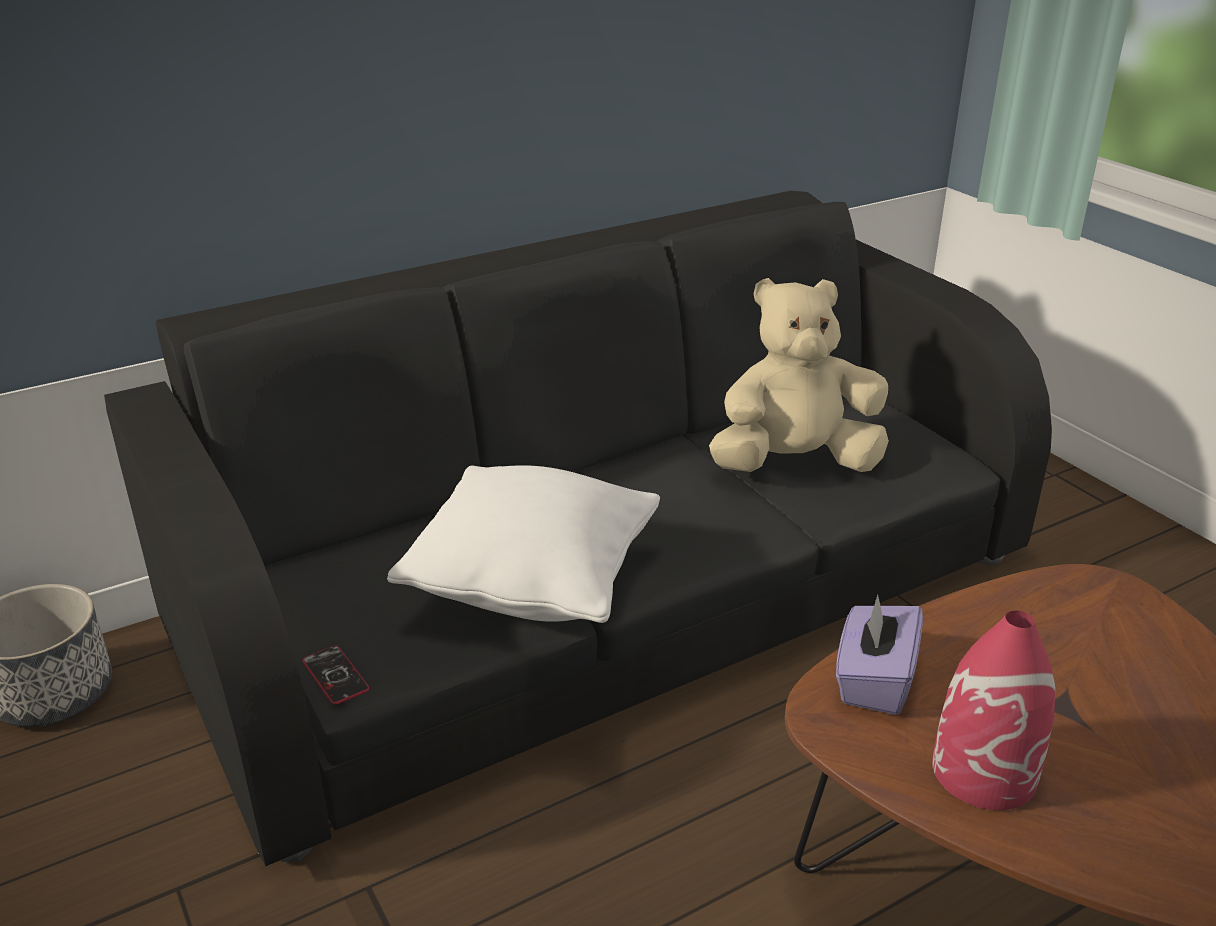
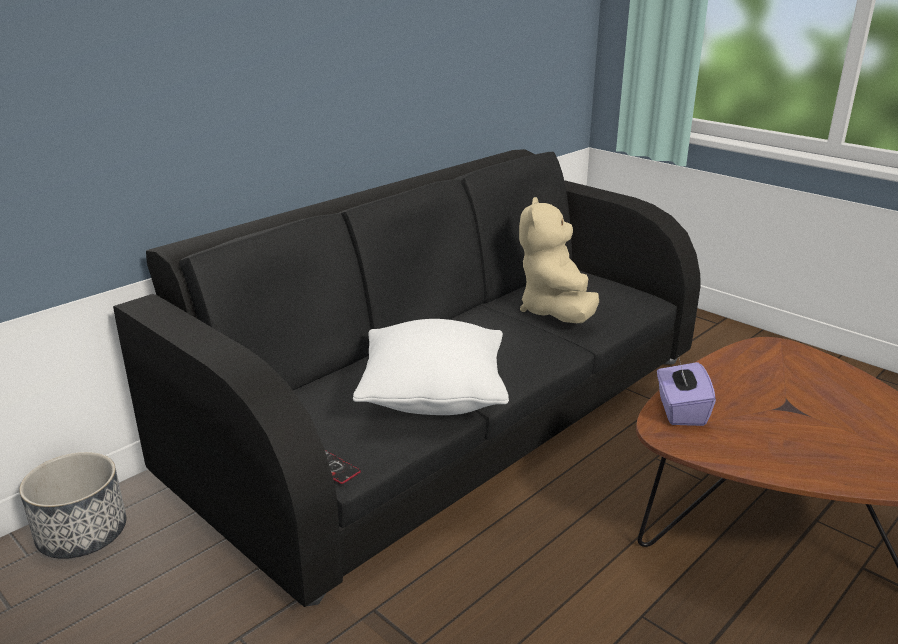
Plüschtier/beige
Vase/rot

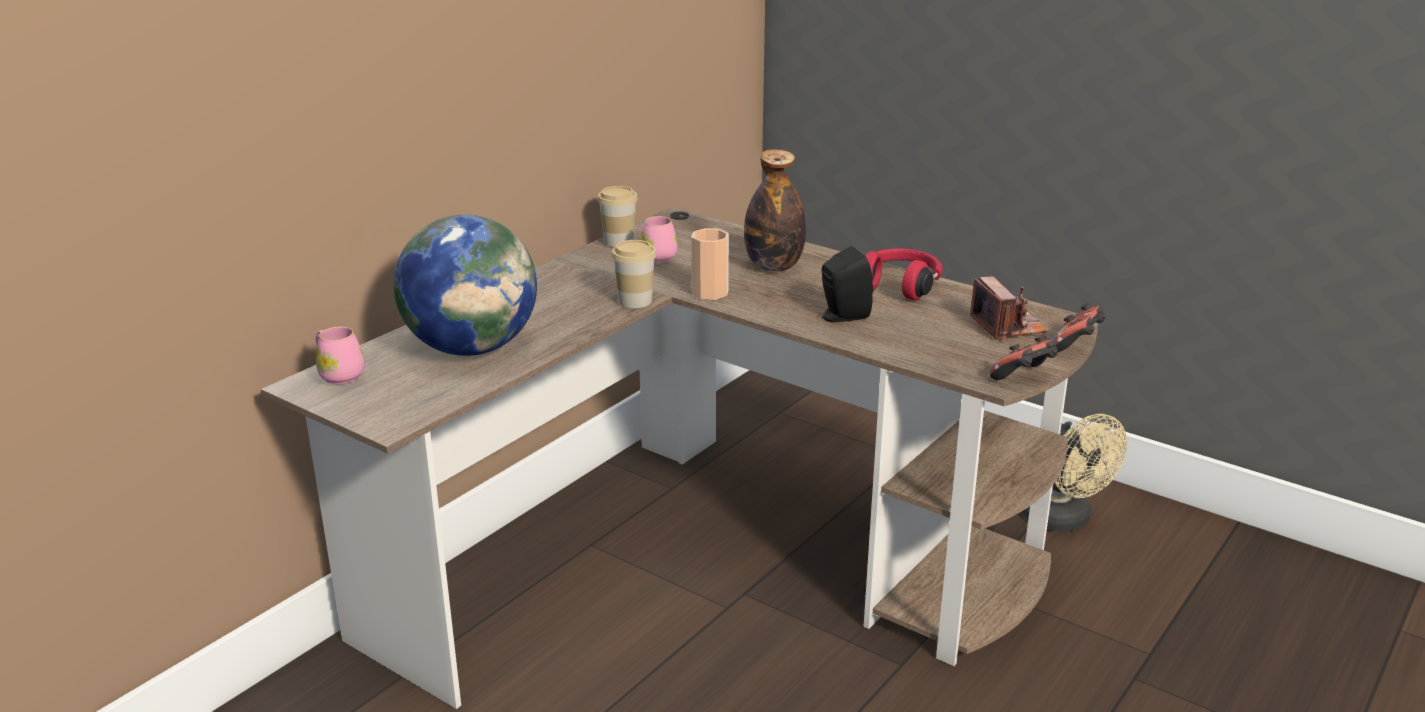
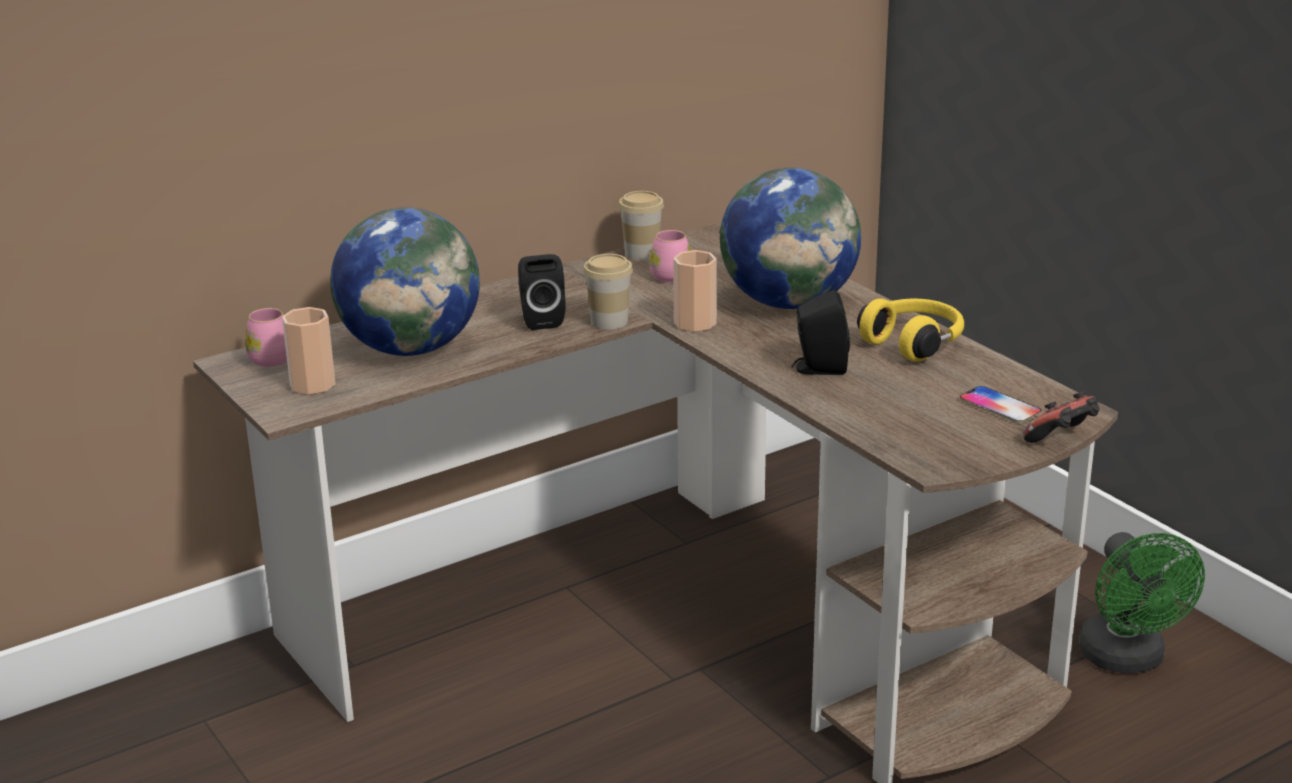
Tasse (1st from left)
Lautsprecher/schwarz (1st from left)
Globus (2nd from left)
Kopfhörer/gelb
Handy
Ventilator/grün
Gamepad (1st from left in the first image)

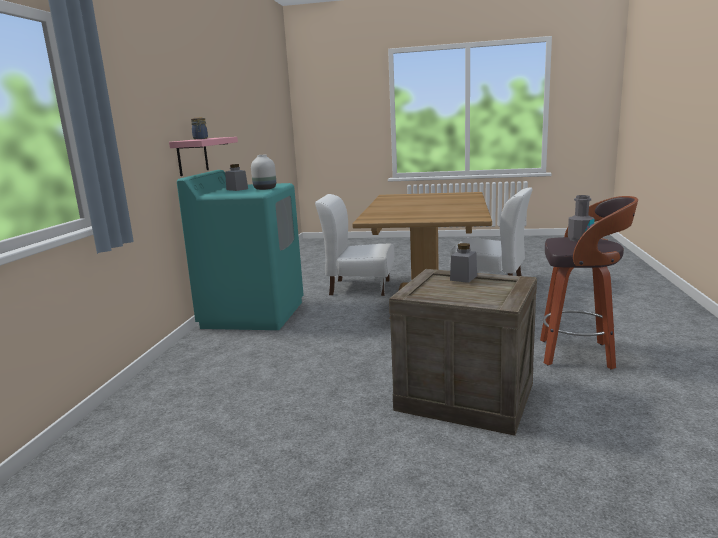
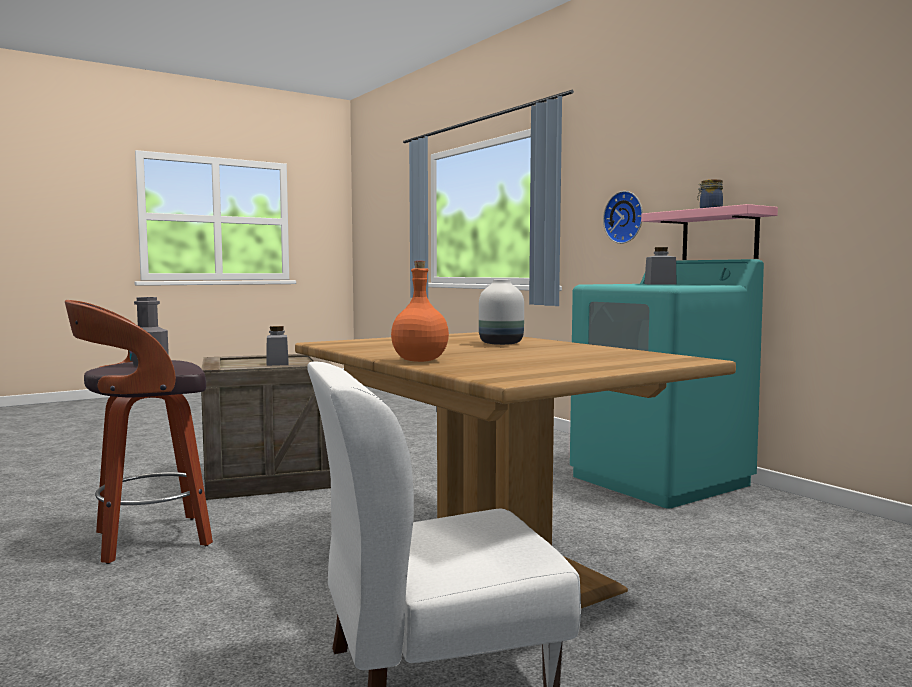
Flasche/orange
Vase/weiß
Wanduhr
Stuhl/weiß (1st from left in the first image)

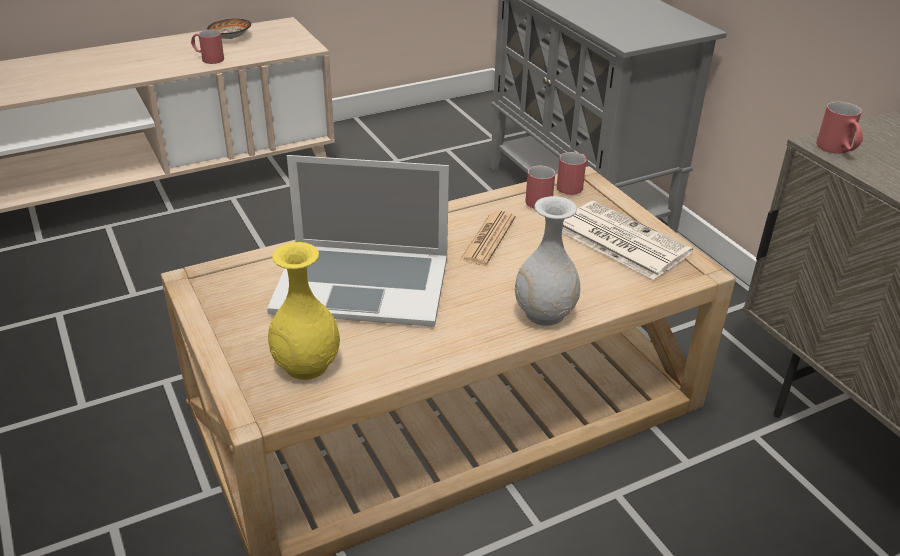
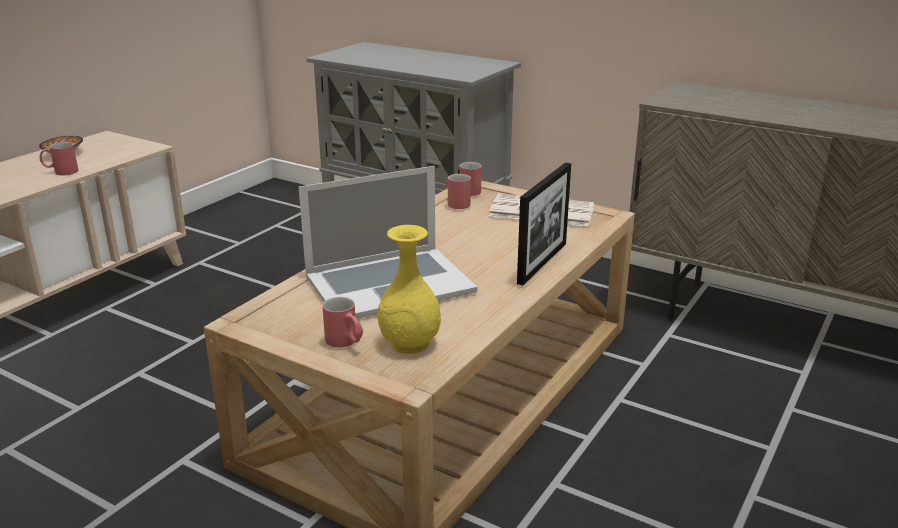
Henkelbecher/rot (2nd from left)
Bilderrahmen
Zeitung (1st from left in the first image)

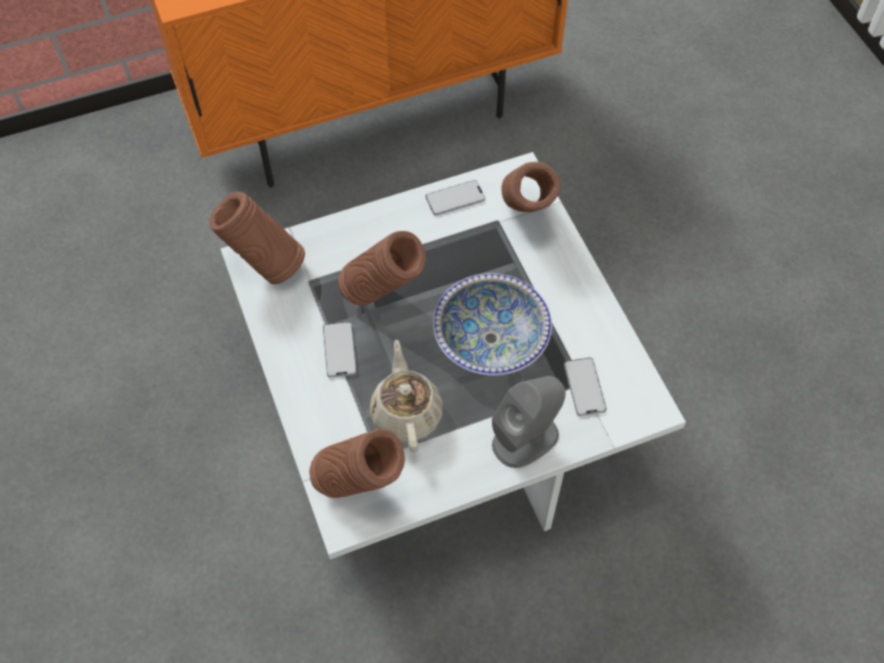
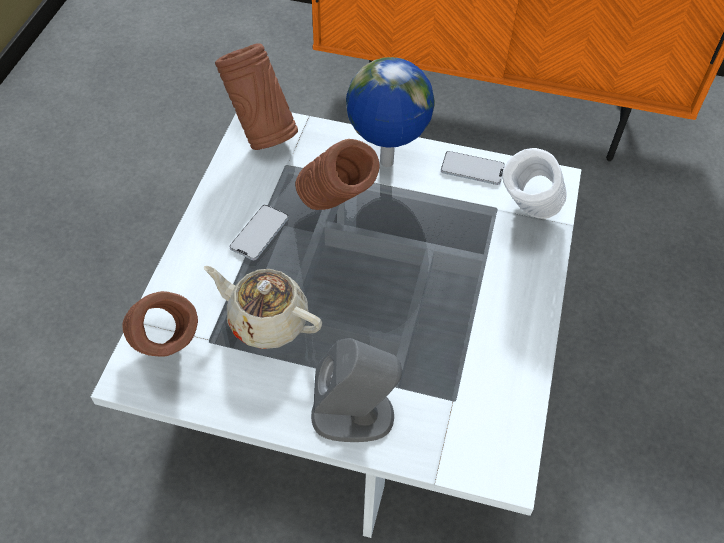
Teekanne/beige
Globus
Vase/weiß
Schüssel
Handy (3rd from left in the first image)

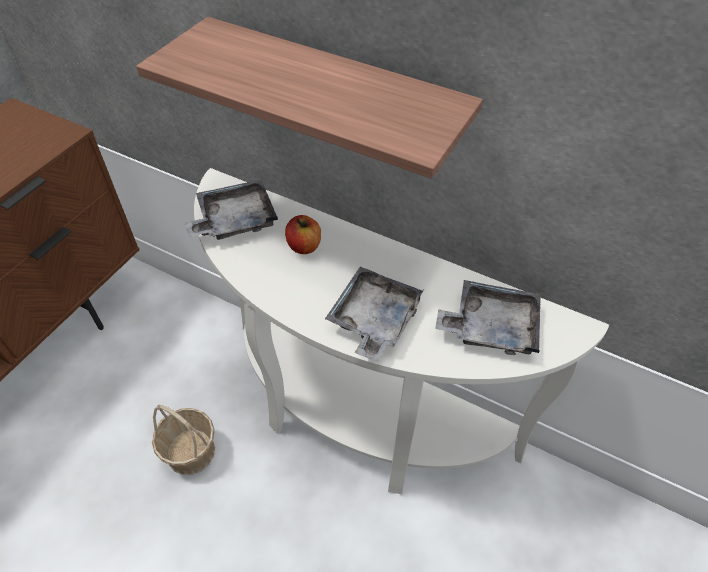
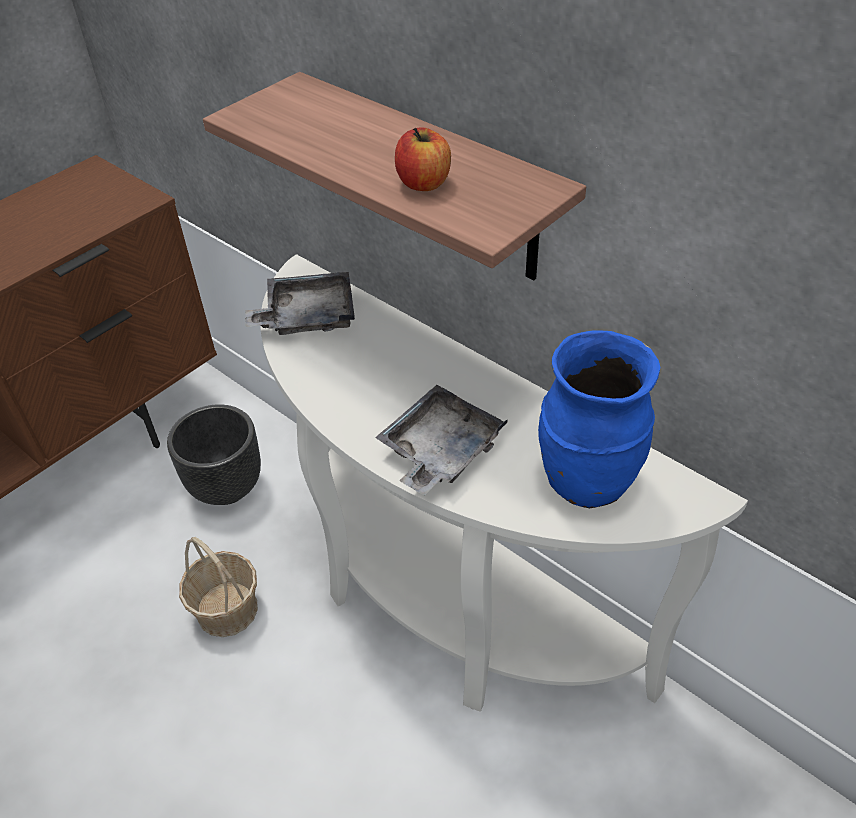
Pflanzkübel/schwarz
Apfel
Vase/blau

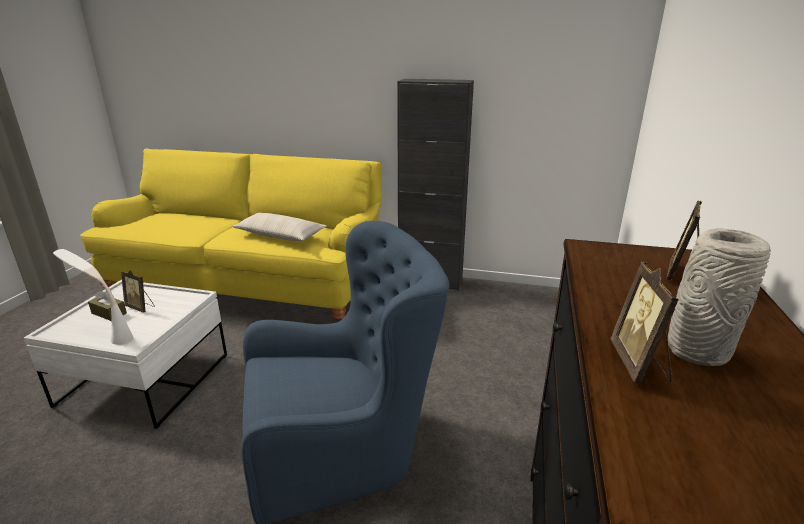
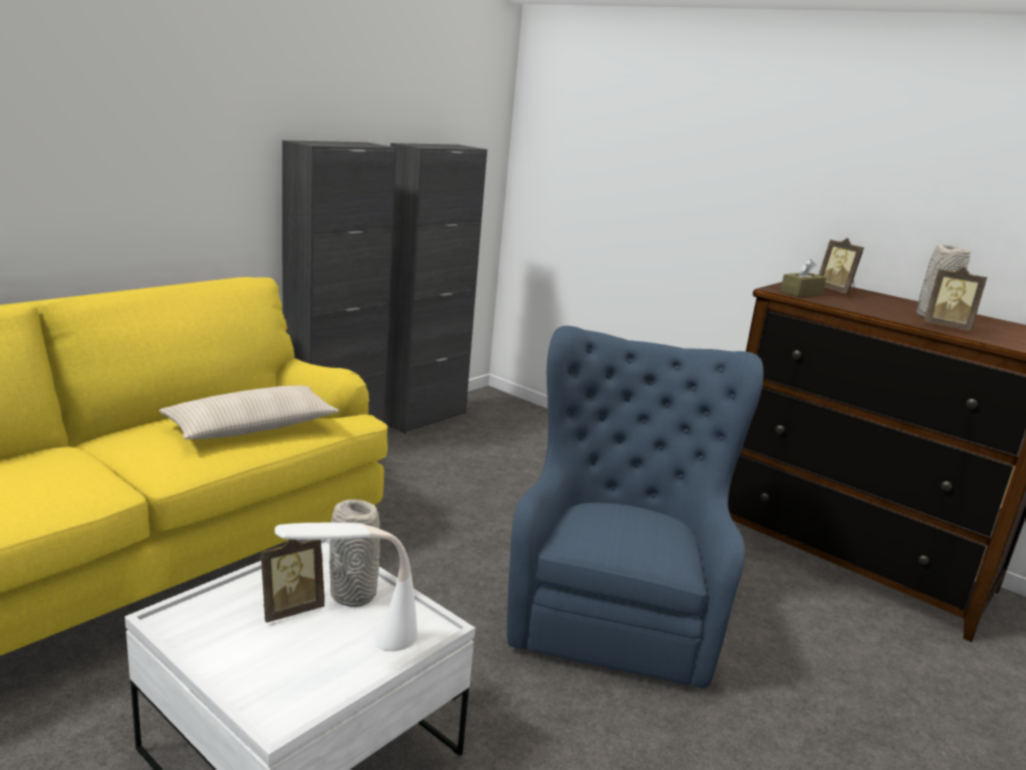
Vase/grau (1st from left)
Schrank/schwarz (2nd from left)
Taschentuchbox/braun

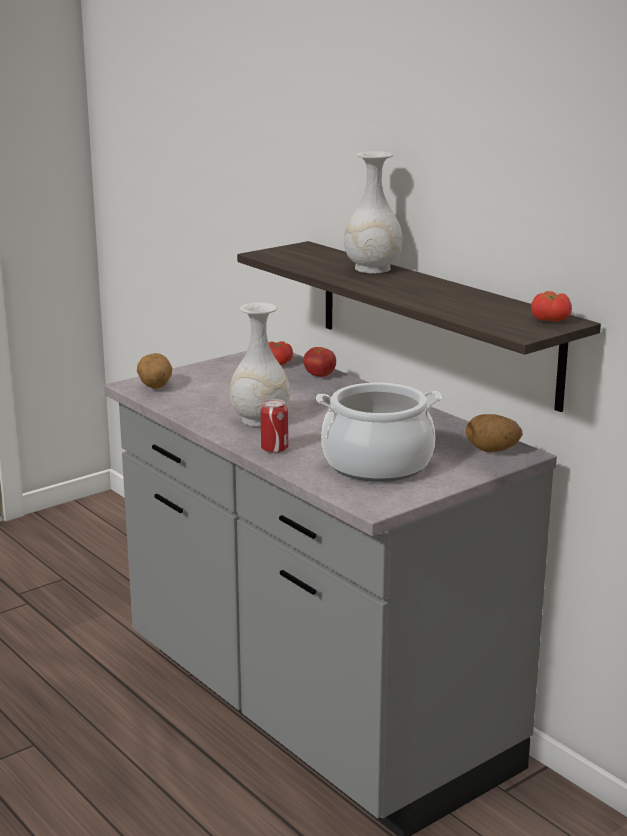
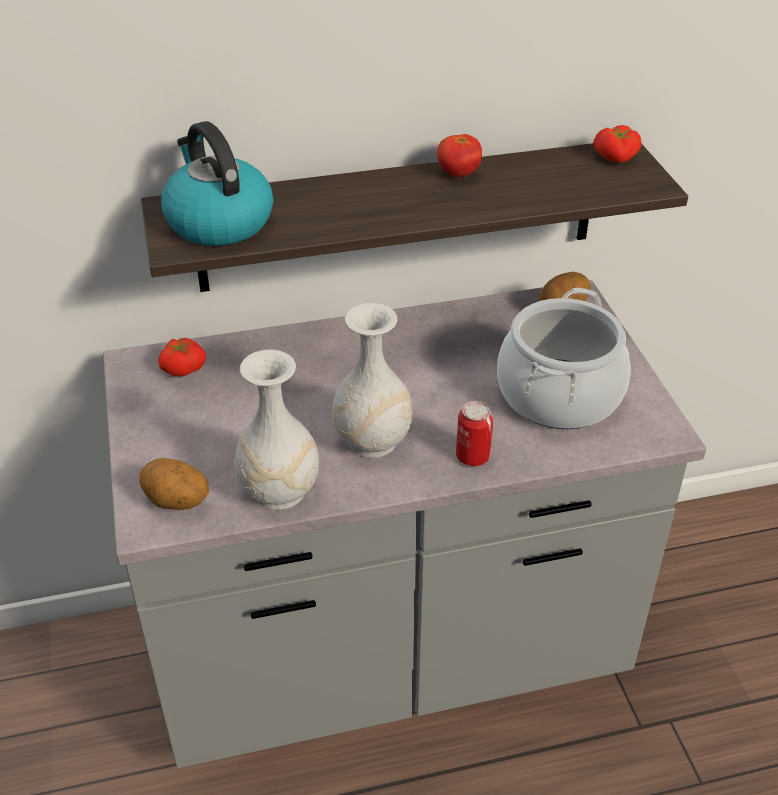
Wasserkessel
Vase/weiß (1st from left)
Tomate (2nd from left)

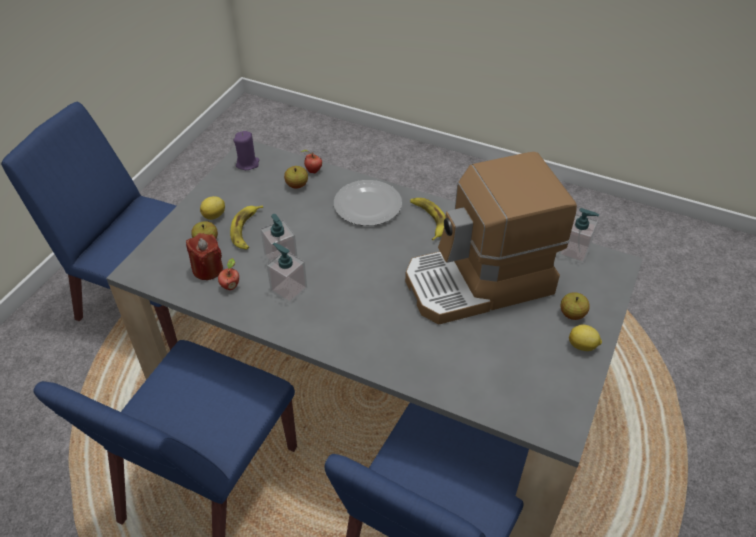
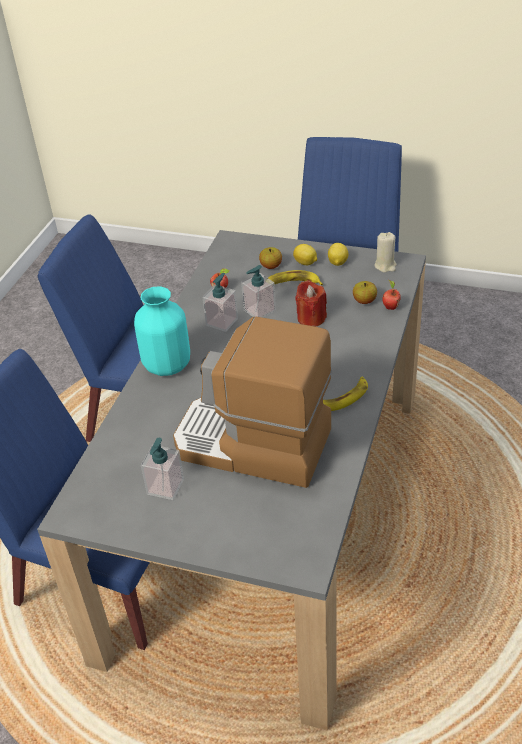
Vase/türkis
Seifenspender (1st from left)
Kaffeemaschine
Kerze/rot
Zitrone (2nd from left)
Kerze/beige
Teller
Apfel (5th from left in the first image)

